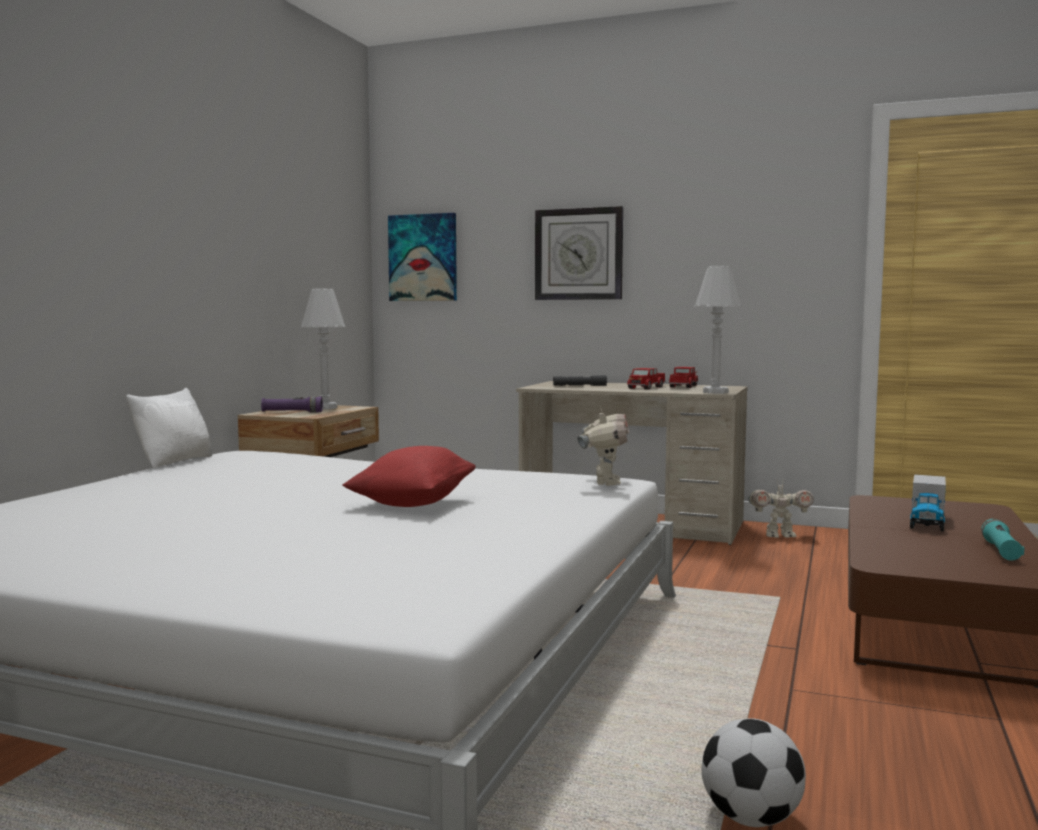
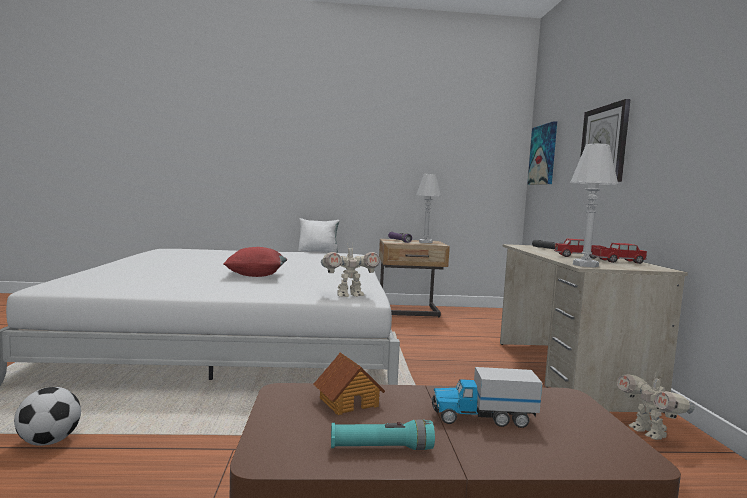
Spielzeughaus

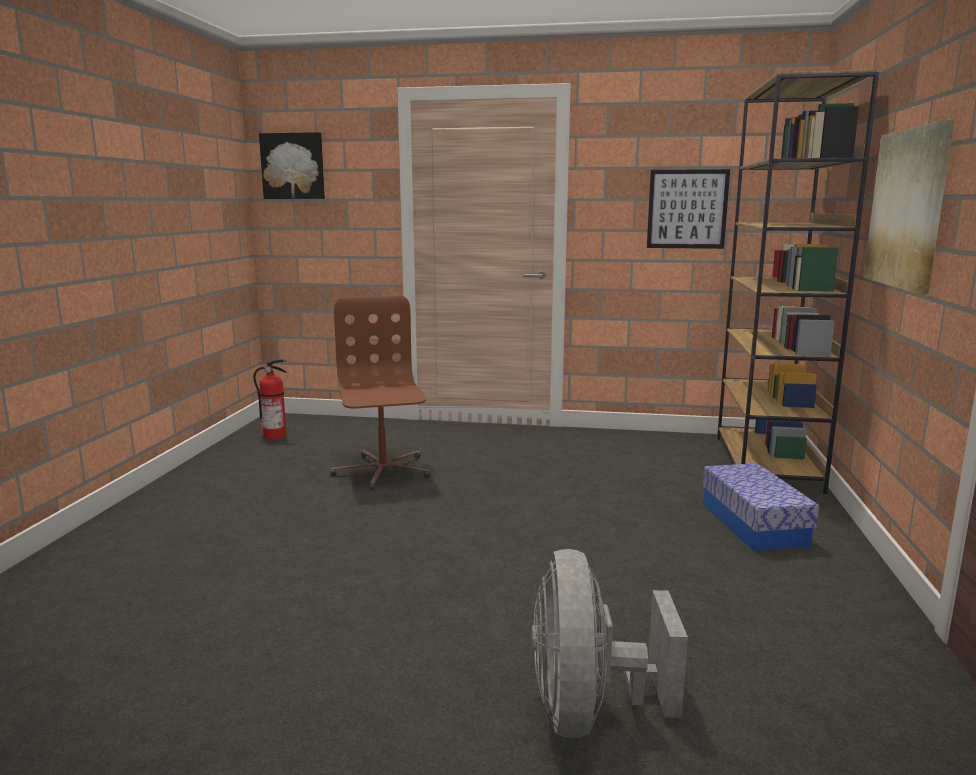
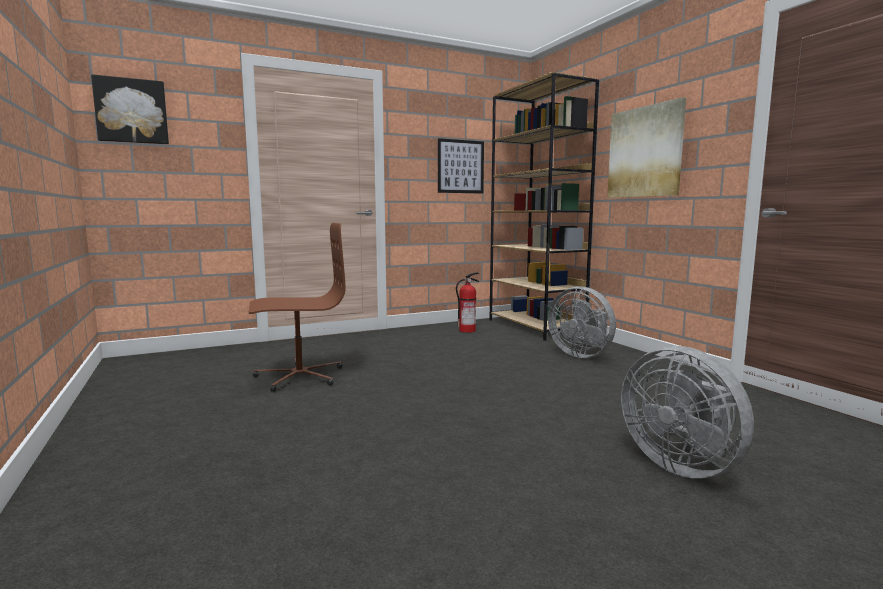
Bürostuhl/braun
Feuerlöscher
Ventilator/grau (1st from left)

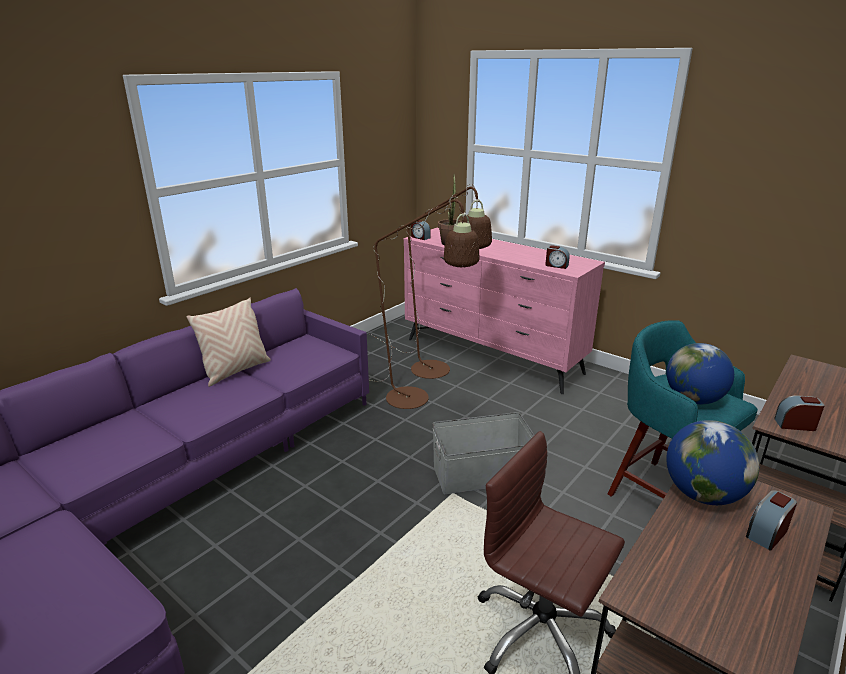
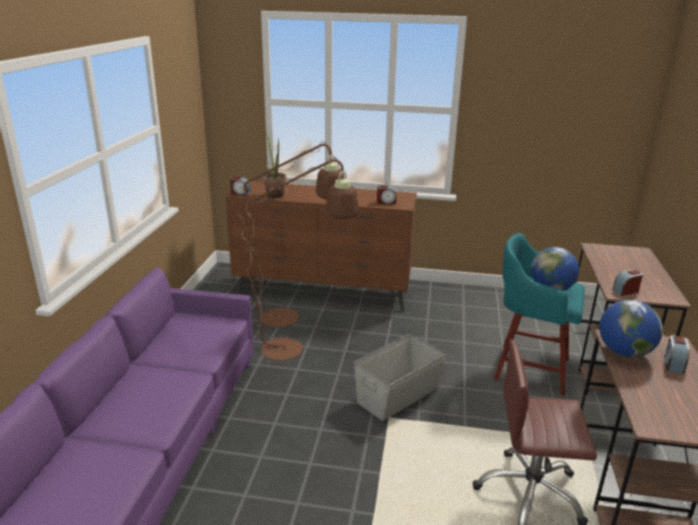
Kommode/braun
Kissen/beige

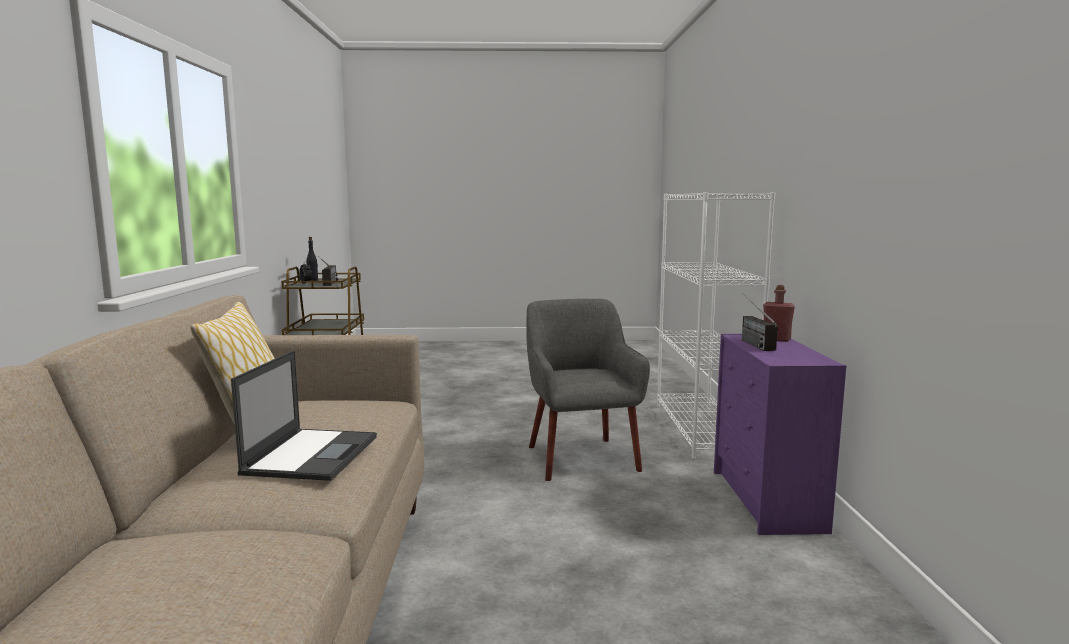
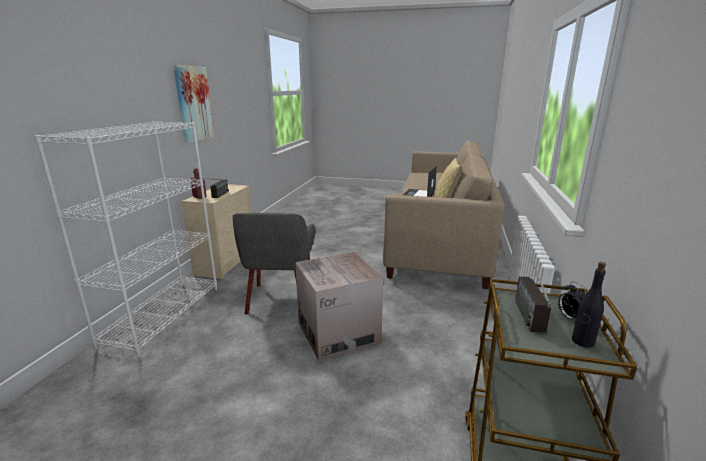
Bild
Kommode/beige
Karton

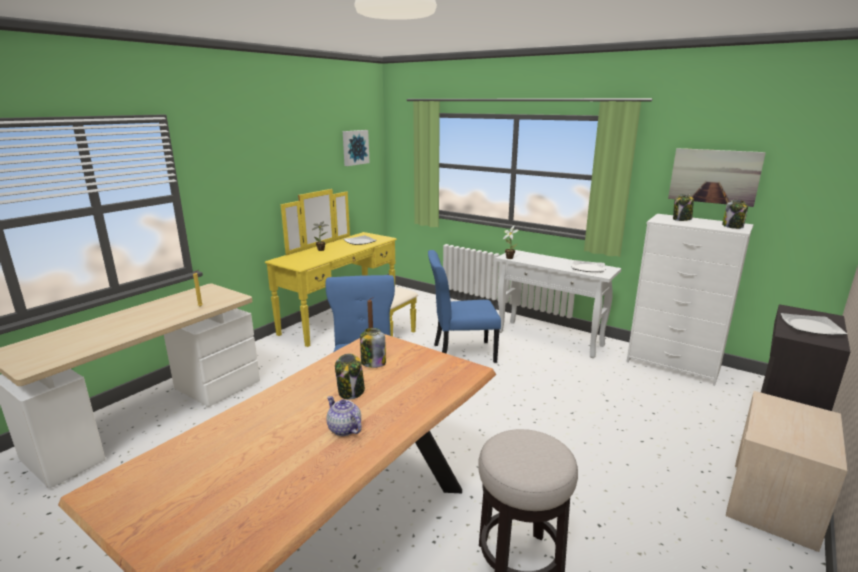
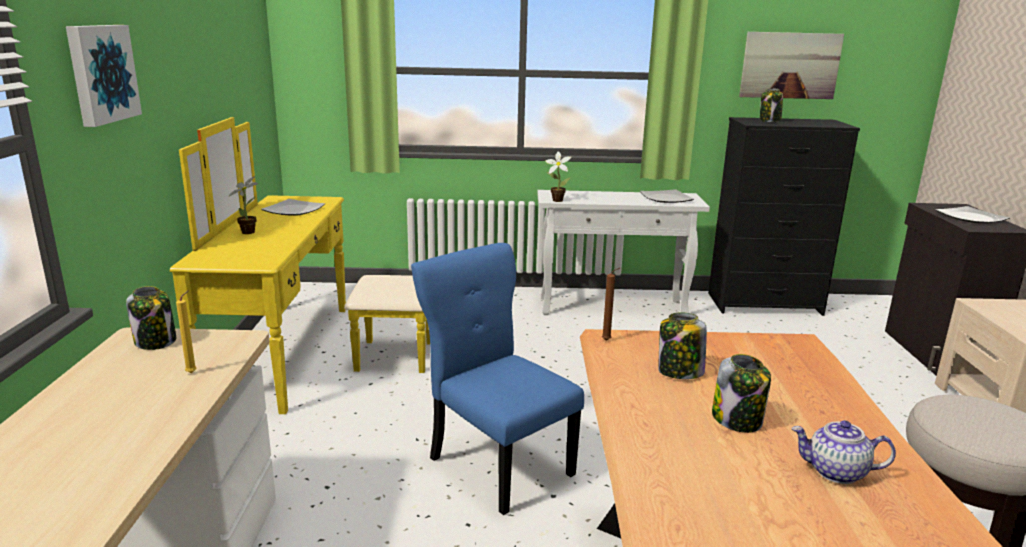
Bild (1st from left)
Vorratsglas (1st from left)
Kommode/schwarz
Stuhl/blau (2nd from left in the first image)

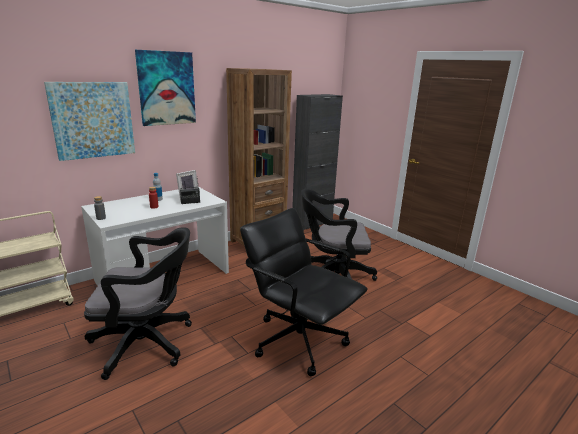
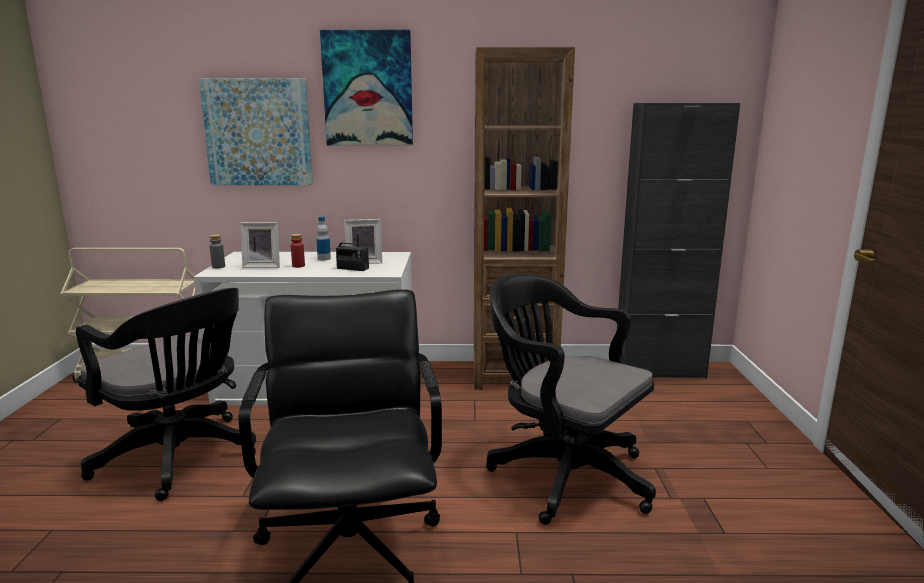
Bilderrahmen (1st from left)

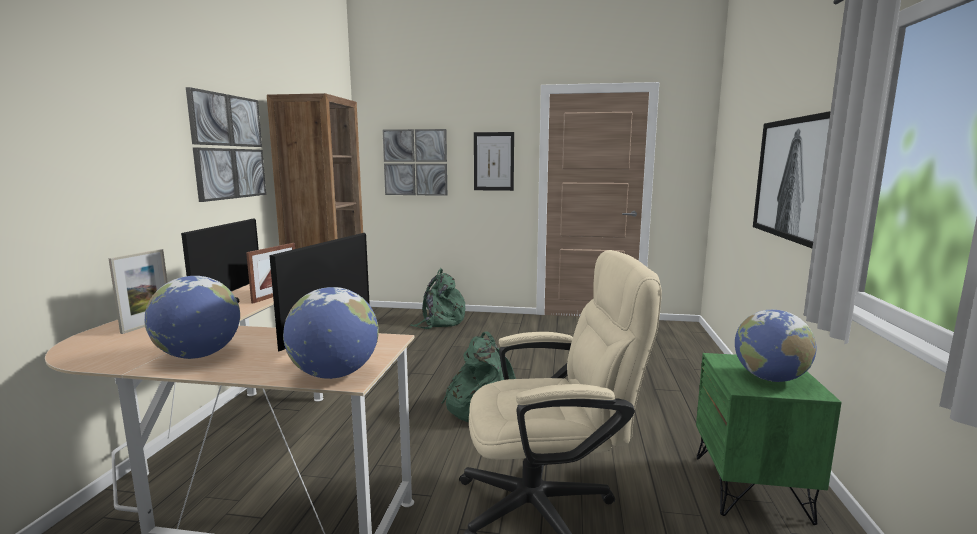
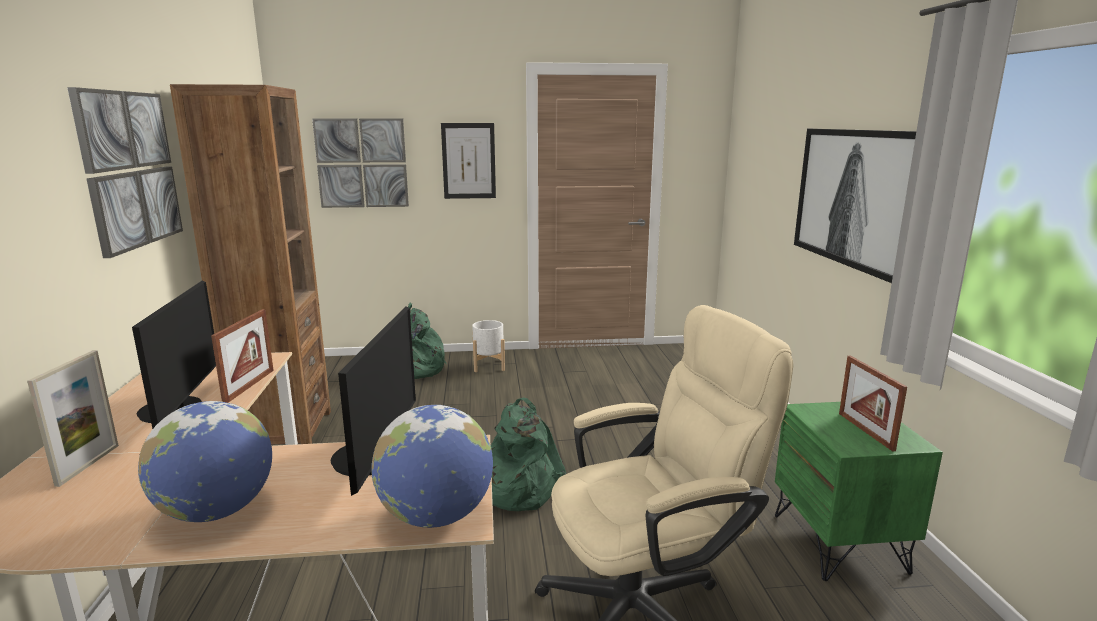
Pflanzkübel/weiß
Bilderrahmen (3rd from left)

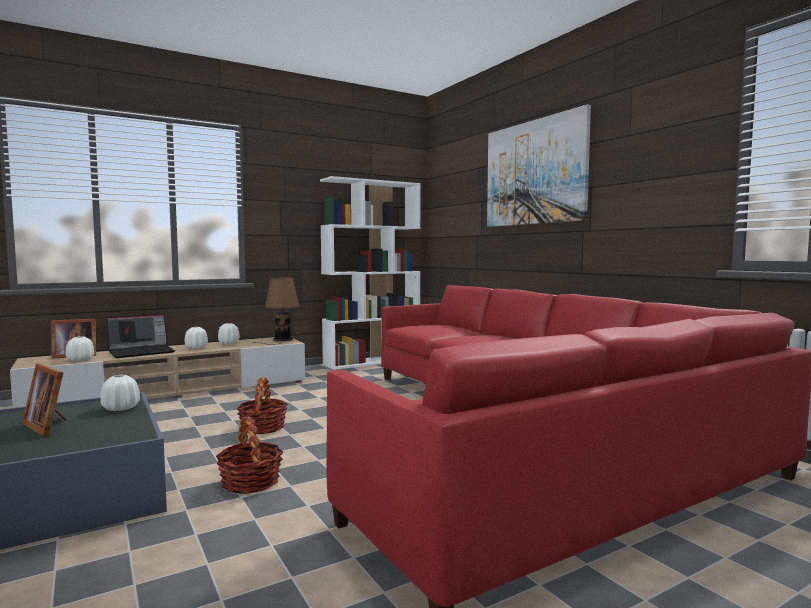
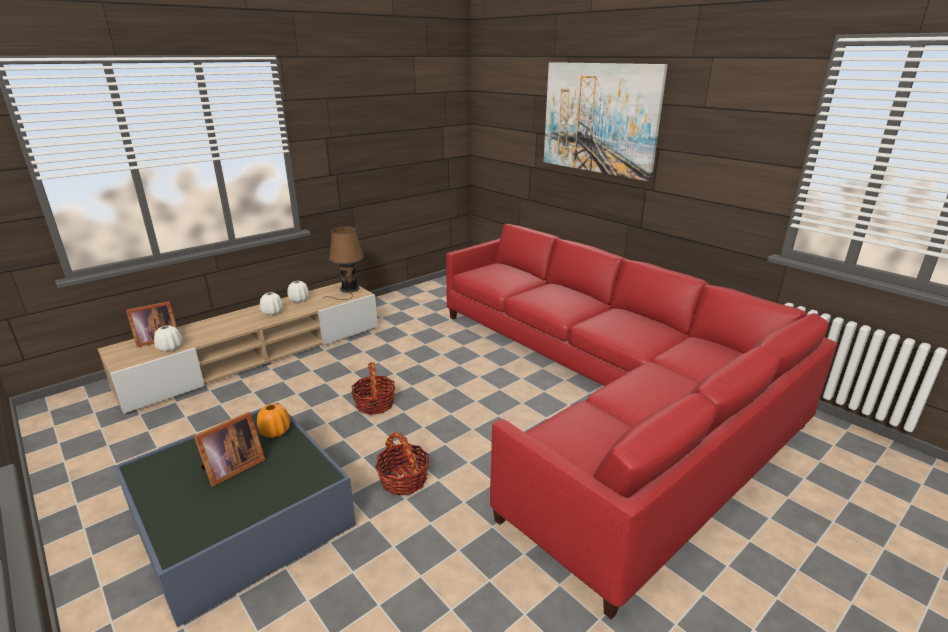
Bilderrahmen (2nd from left)
Vase/orange
Laptop
Bücherregal/weiß

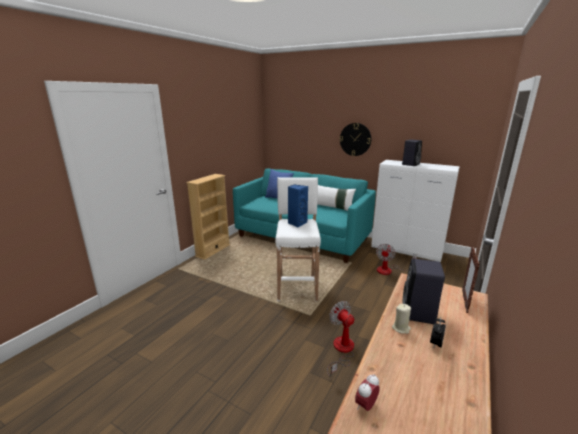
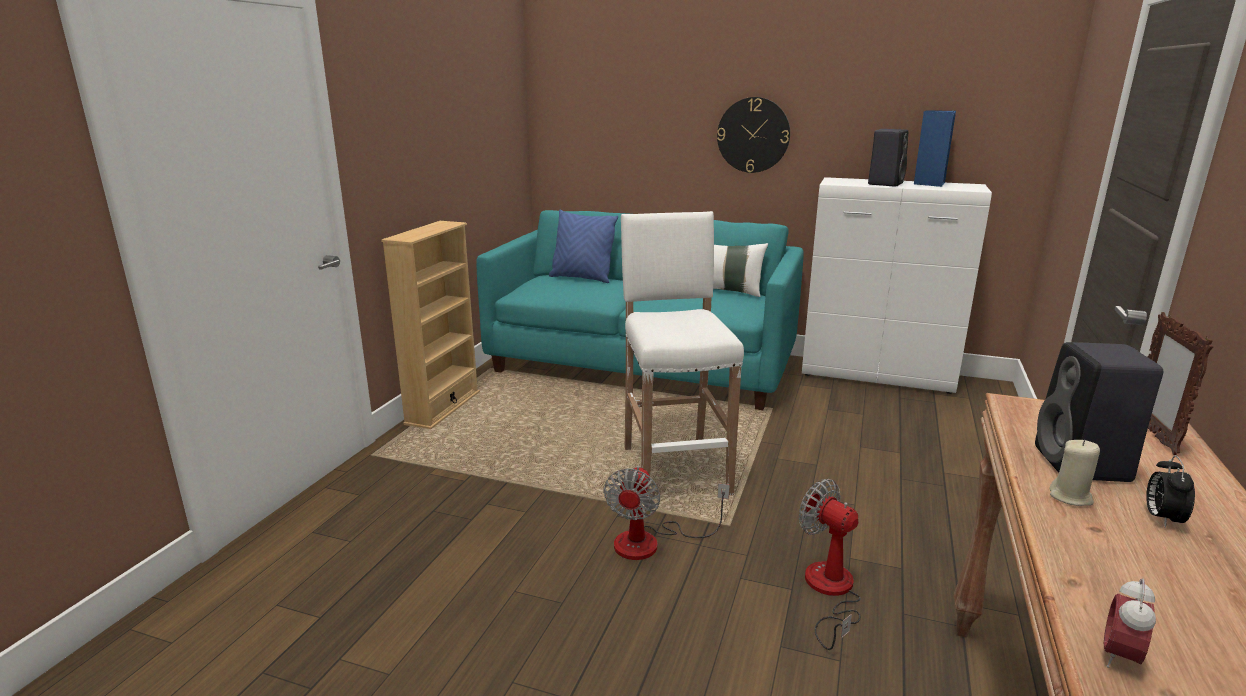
Ventilator (1st from left)
Lautsprecher/blau

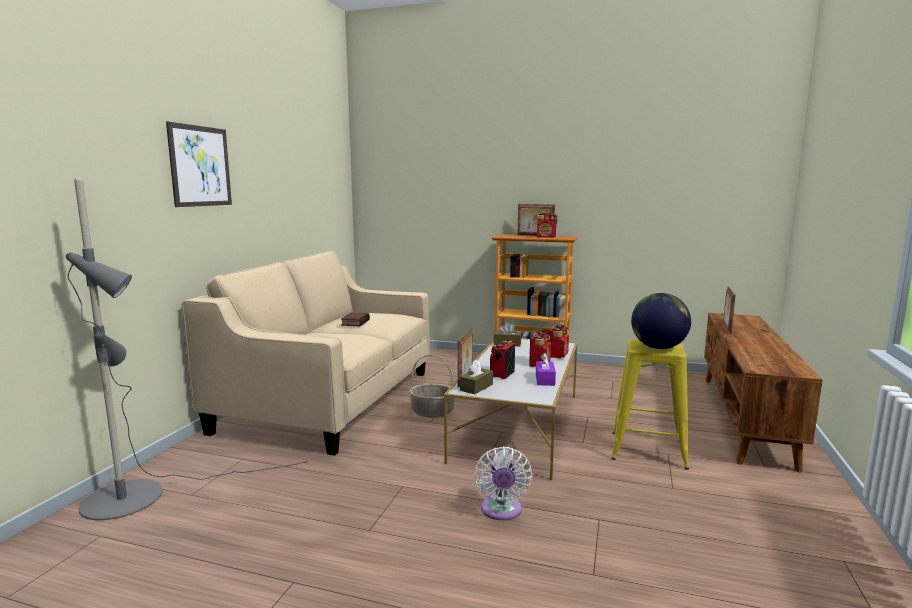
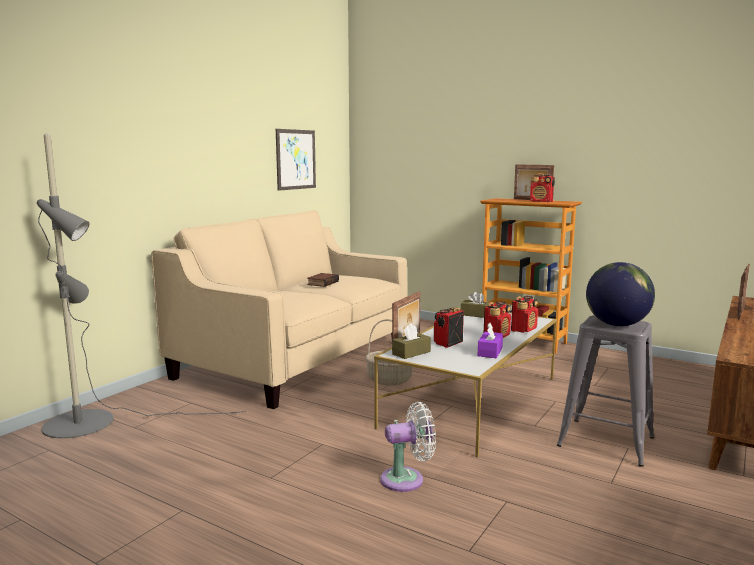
Bild
Ventilator/weiß
Hocker/grau

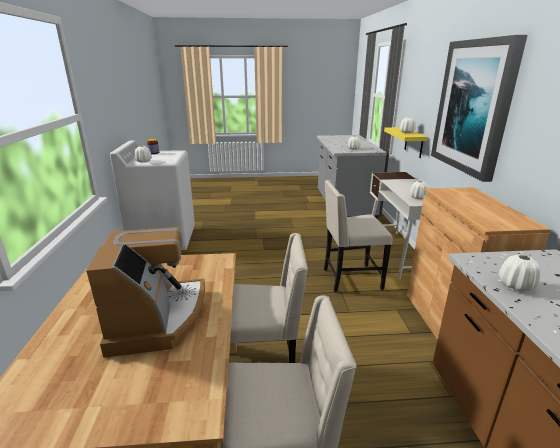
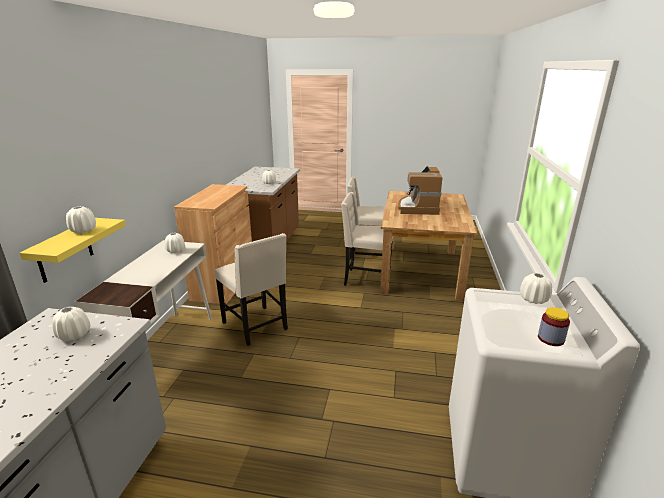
Stuhl/beige (1st from left)
Bild

